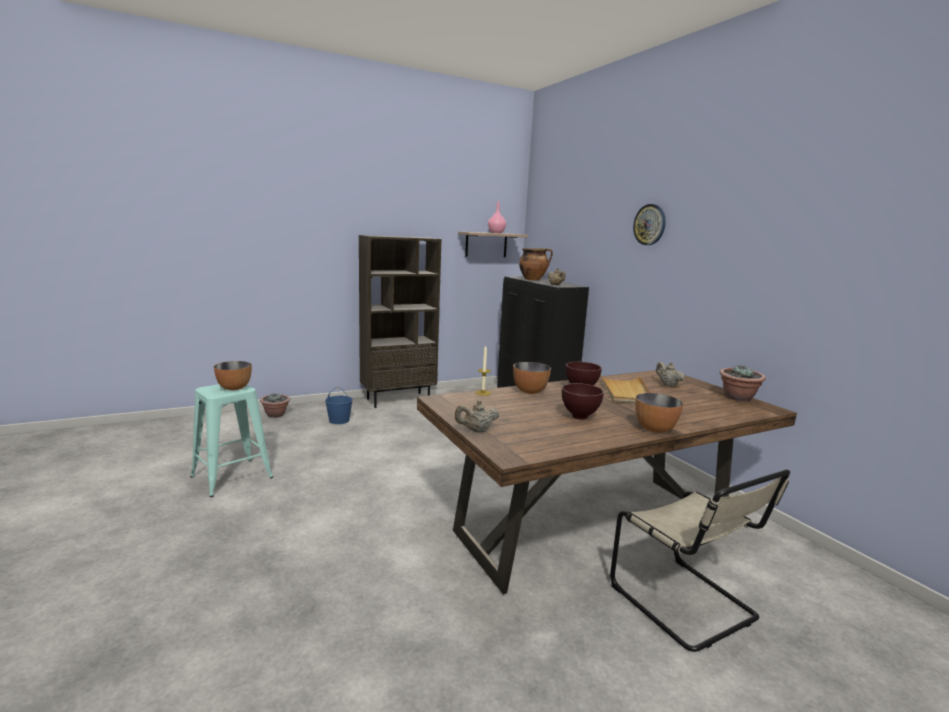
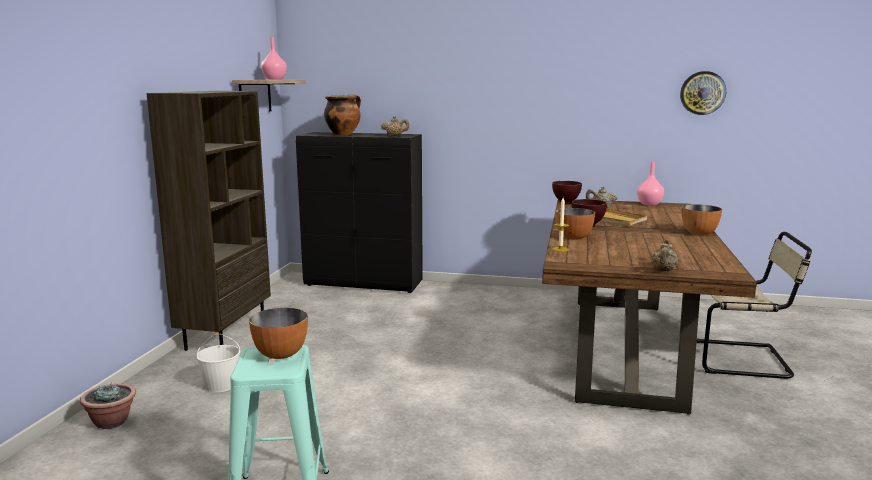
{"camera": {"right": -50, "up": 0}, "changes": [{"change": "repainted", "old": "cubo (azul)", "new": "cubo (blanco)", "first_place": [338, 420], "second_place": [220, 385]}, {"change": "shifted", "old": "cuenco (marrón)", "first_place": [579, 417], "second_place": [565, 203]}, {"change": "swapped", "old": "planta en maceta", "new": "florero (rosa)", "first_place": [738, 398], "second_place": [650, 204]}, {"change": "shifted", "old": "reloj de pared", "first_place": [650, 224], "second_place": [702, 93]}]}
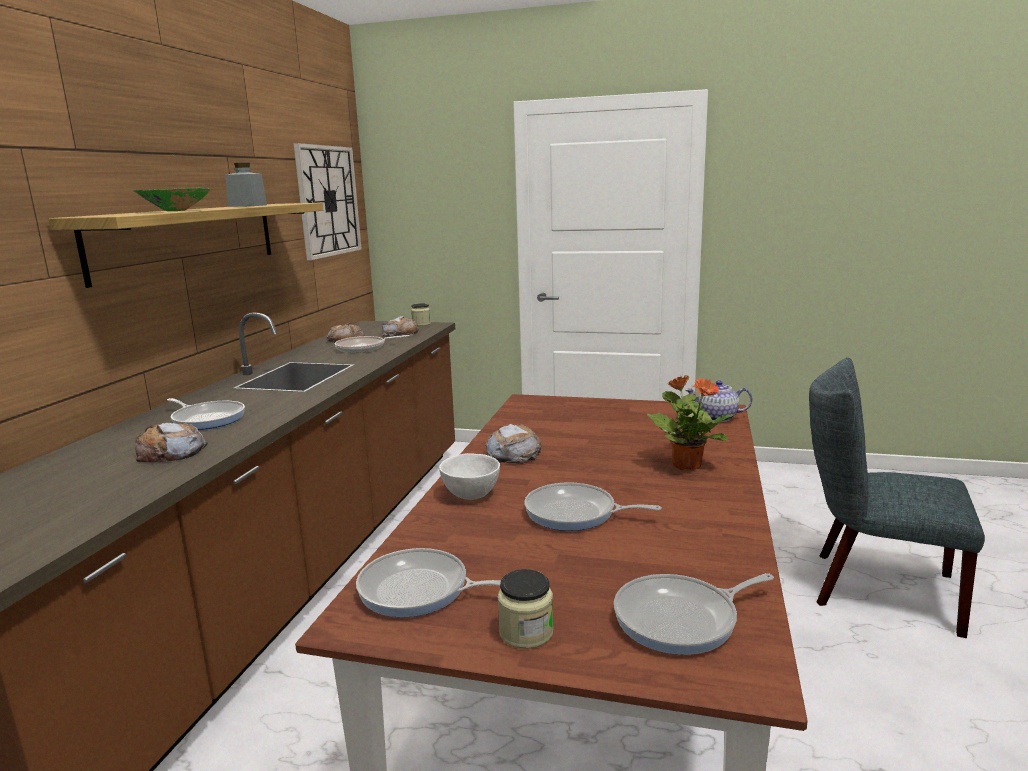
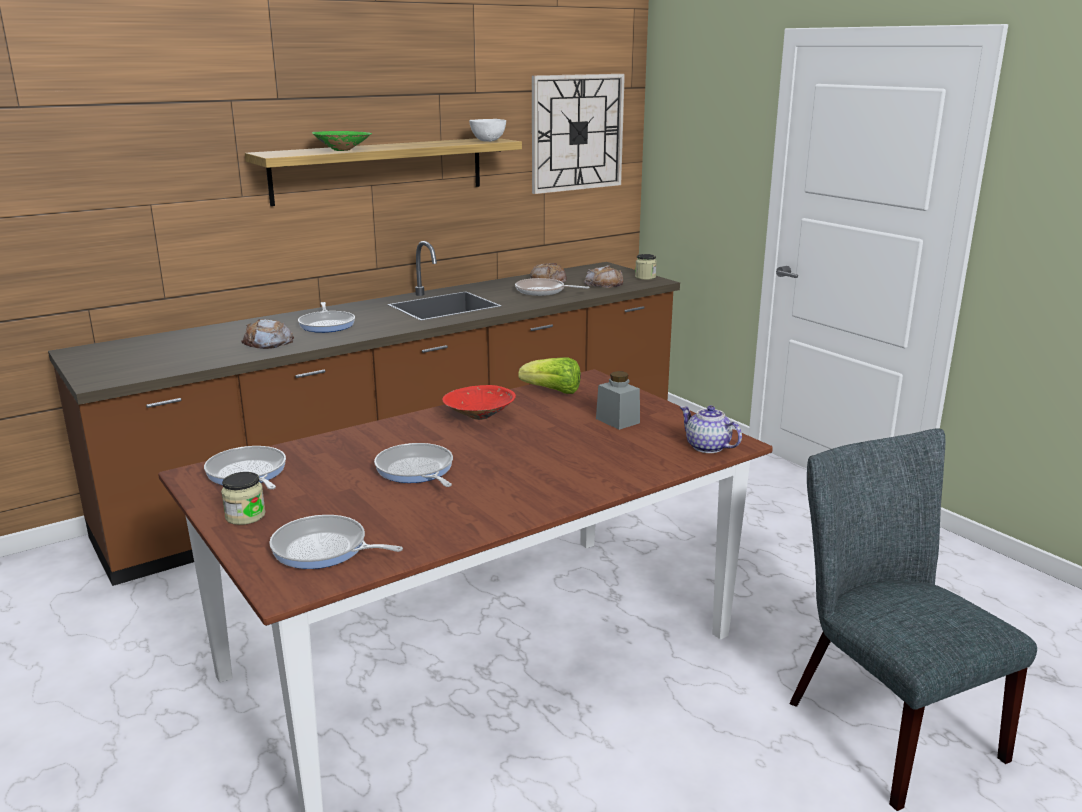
{"camera": {"right": 40, "up": 5}, "changes": [{"change": "swapped", "old": "pan", "new": "cuenco (rojo)", "first_place": [513, 453], "second_place": [478, 416]}, {"change": "shifted", "old": "cuenco (blanco)", "first_place": [470, 495], "second_place": [488, 141]}, {"change": "new", "new": "lechuga", "second_place": [553, 391]}, {"change": "shifted", "old": "tarro (gris)", "first_place": [247, 206], "second_place": [617, 421]}, {"change": "gone", "old": "planta en maceta", "first_place": [686, 465]}]}
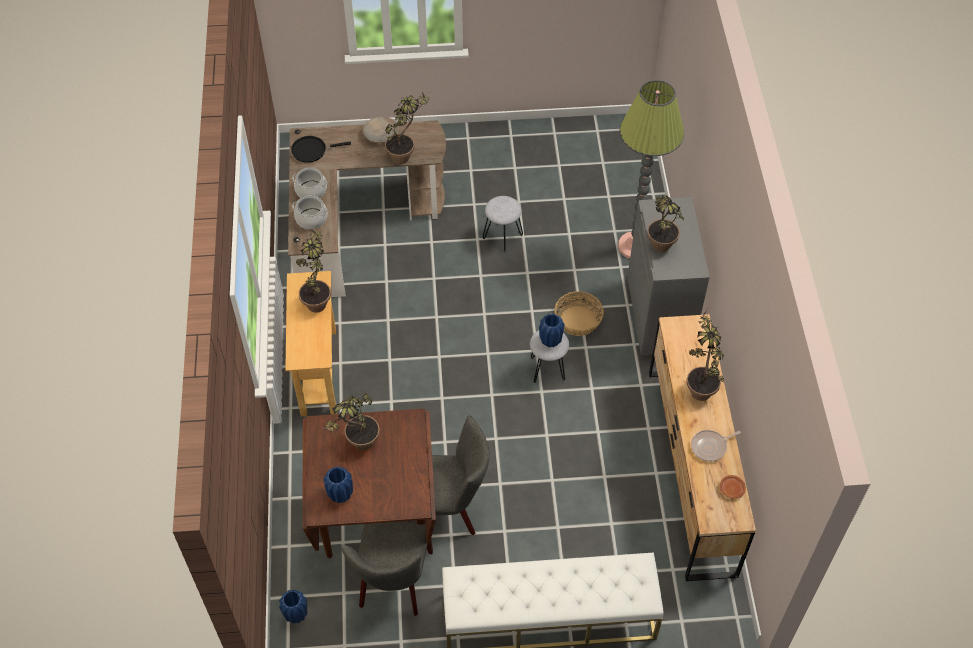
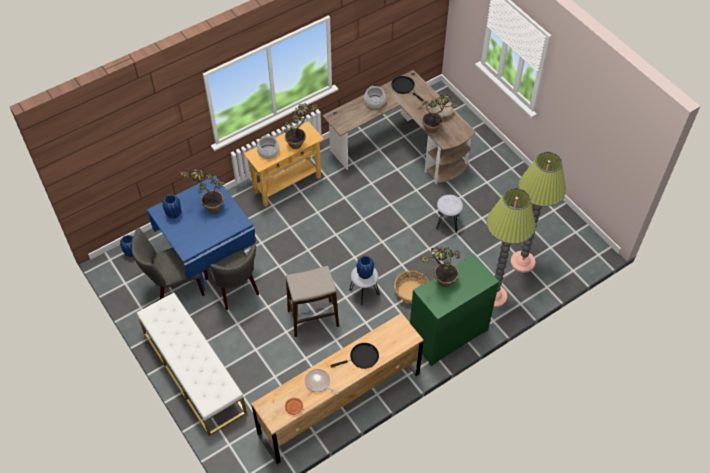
{"camera": {"right": 60, "up": 0}, "changes": [{"change": "repainted", "old": "mesa de comedor (marrón)", "new": "mesa de comedor (azul)", "first_place": [375, 518], "second_place": [209, 258]}, {"change": "shifted", "old": "olla", "first_place": [311, 218], "second_place": [268, 152]}, {"change": "new", "new": "taburete", "second_place": [313, 318]}, {"change": "swapped", "old": "planta en maceta", "new": "sartén (negro)", "first_place": [699, 386], "second_place": [362, 357]}, {"change": "repainted", "old": "armario (gris)", "new": "armario (verde)", "first_place": [660, 315], "second_place": [448, 335]}, {"change": "new", "new": "lámpara de pie", "second_place": [522, 262]}]}
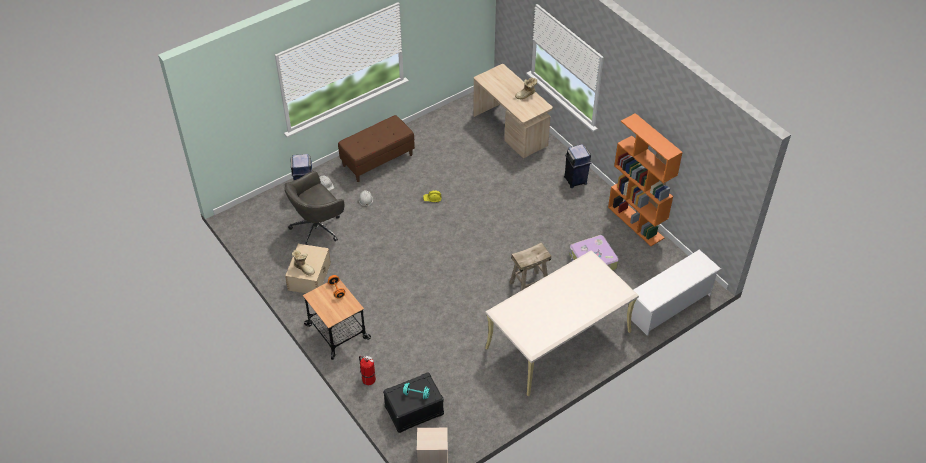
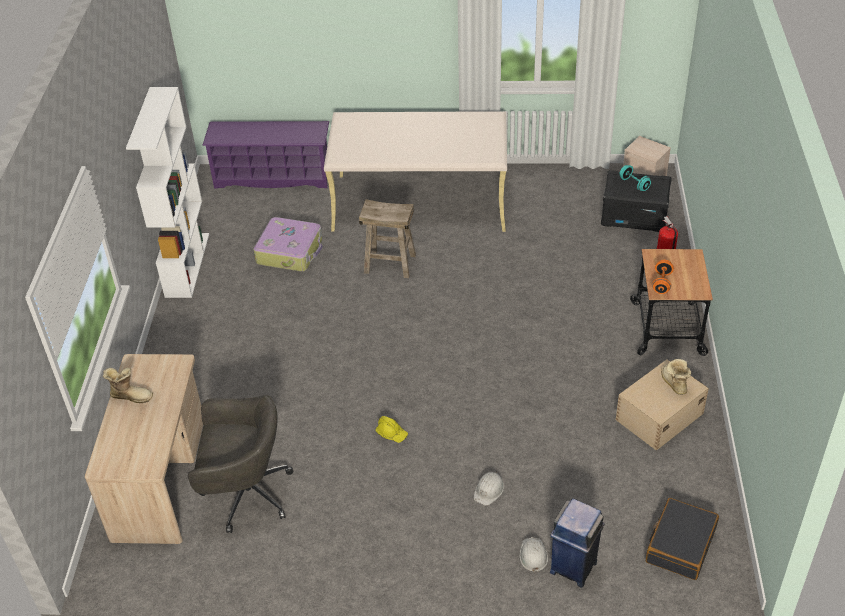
{"camera": {"right": -140, "up": -5}, "changes": [{"change": "repainted", "old": "estantería (naranja)", "new": "estantería (blanco)", "first_place": [636, 222], "second_place": [187, 264]}, {"change": "shifted", "old": "silla de oficina (gris)", "first_place": [317, 228], "second_place": [245, 494]}, {"change": "repainted", "old": "zapatero (blanco)", "new": "zapatero (morado)", "first_place": [669, 306], "second_place": [273, 177]}, {"change": "new", "new": "maleta (negro)", "second_place": [680, 545]}, {"change": "gone", "old": "banco (marrón)", "first_place": [377, 160]}, {"change": "gone", "old": "papelera (azul)", "first_place": [575, 180]}]}
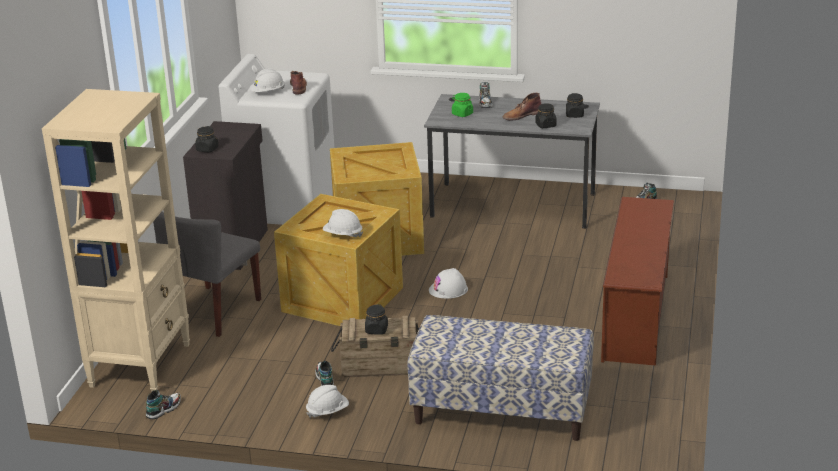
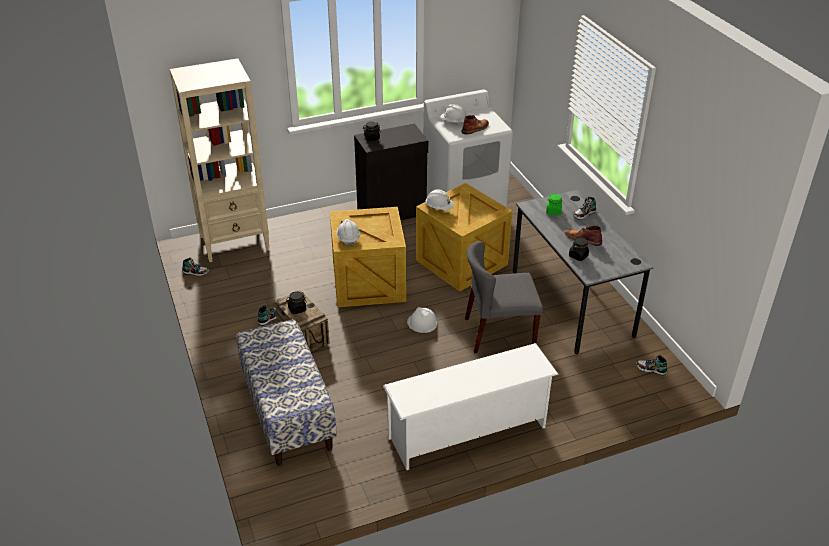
{"camera": {"right": 55, "up": 10}, "changes": [{"change": "repainted", "old": "zapatero (marrón)", "new": "zapatero (blanco)", "first_place": [637, 317], "second_place": [468, 433]}, {"change": "shifted", "old": "casco (blanco)", "first_place": [327, 411], "second_place": [439, 208]}, {"change": "shifted", "old": "silla (gris)", "first_place": [213, 311], "second_place": [499, 333]}, {"change": "gone", "old": "tarro (negro)", "first_place": [574, 115]}]}
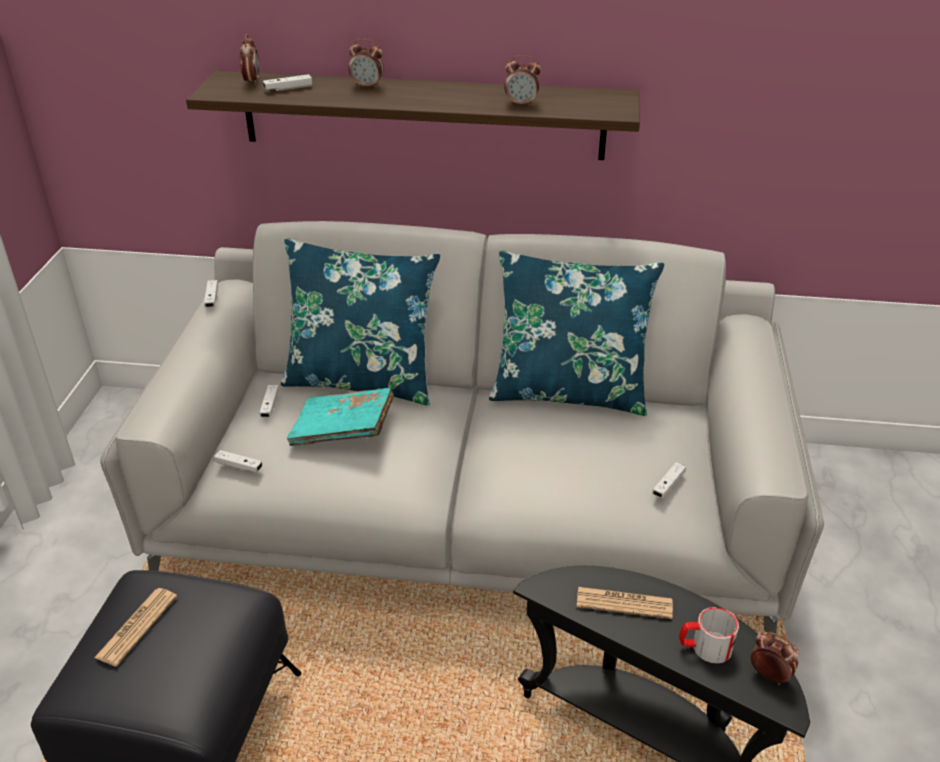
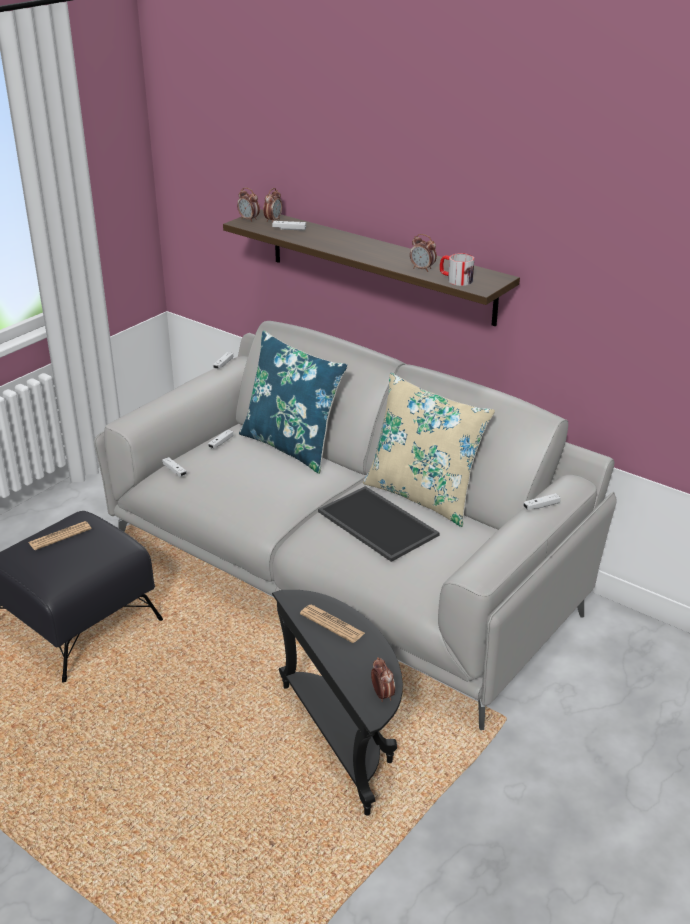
{"camera": {"right": 30, "up": -5}, "changes": [{"change": "shifted", "old": "despertador", "first_place": [367, 86], "second_place": [249, 219]}, {"change": "new", "new": "bandeja", "second_place": [379, 523]}, {"change": "repainted", "old": "cojín (azul)", "new": "cojín (beis)", "first_place": [569, 391], "second_place": [423, 495]}, {"change": "shifted", "old": "taza grande", "first_place": [704, 647], "second_place": [455, 280]}, {"change": "shifted", "old": "mando de consola (blanco)", "first_place": [668, 485], "second_place": [541, 506]}, {"change": "gone", "old": "libro (turquesa)", "first_place": [343, 430]}]}
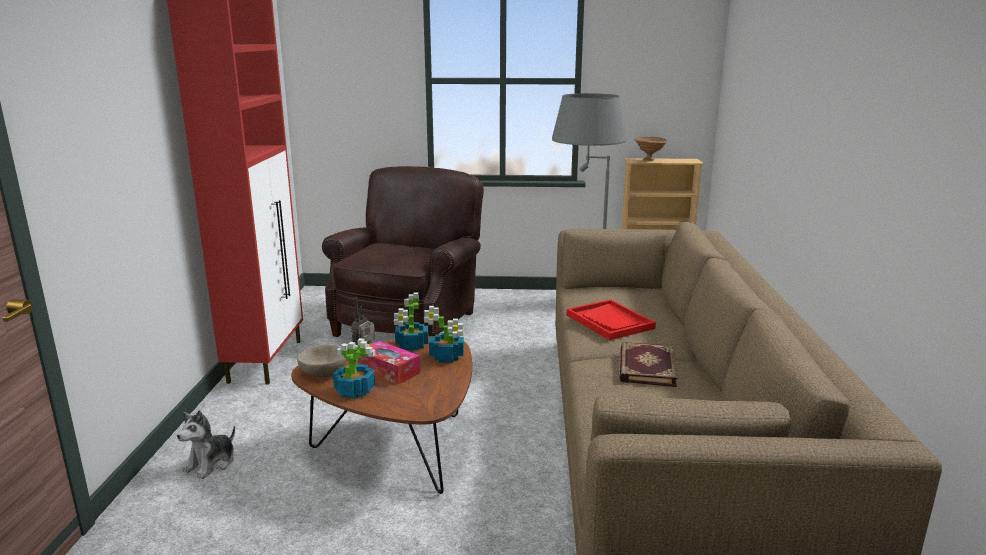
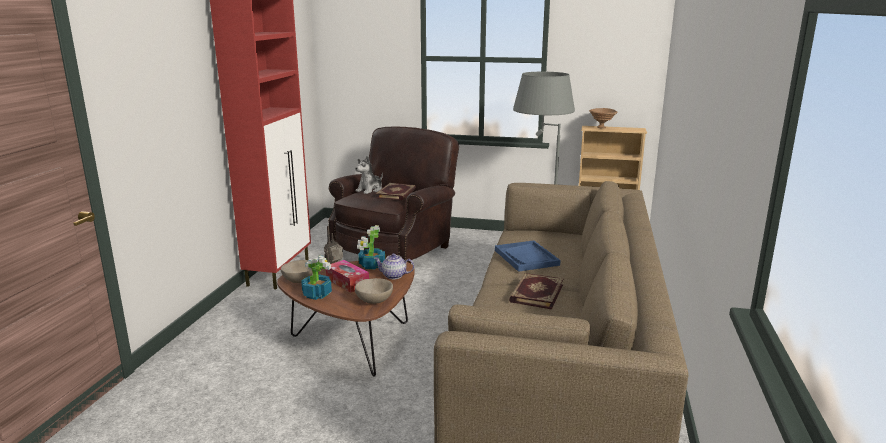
{"camera": {"right": 10, "up": 0}, "changes": [{"change": "shifted", "old": "peluche", "first_place": [211, 463], "second_place": [370, 190]}, {"change": "new", "new": "cuenco (beis)", "second_place": [374, 301]}, {"change": "swapped", "old": "planta en maceta", "new": "tetera", "first_place": [447, 357], "second_place": [394, 276]}, {"change": "new", "new": "libro", "second_place": [396, 193]}, {"change": "repainted", "old": "bandeja (rojo)", "new": "bandeja (azul)", "first_place": [610, 322], "second_place": [526, 257]}]}
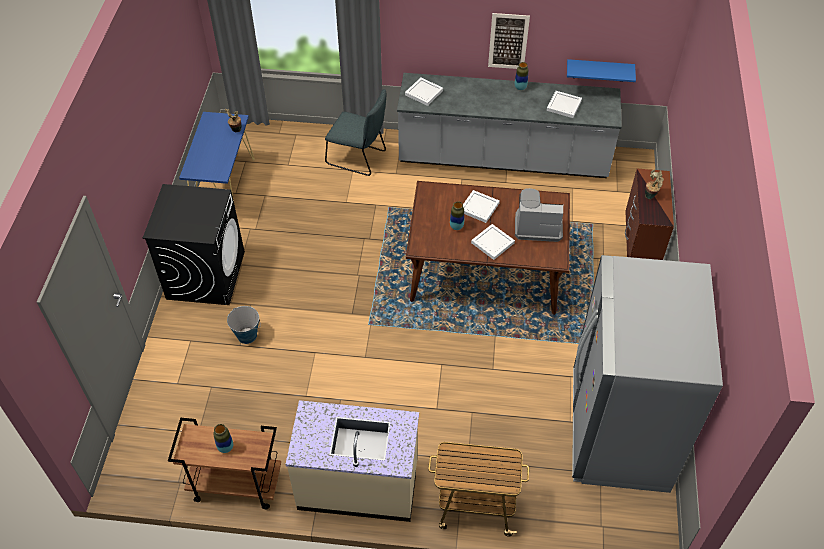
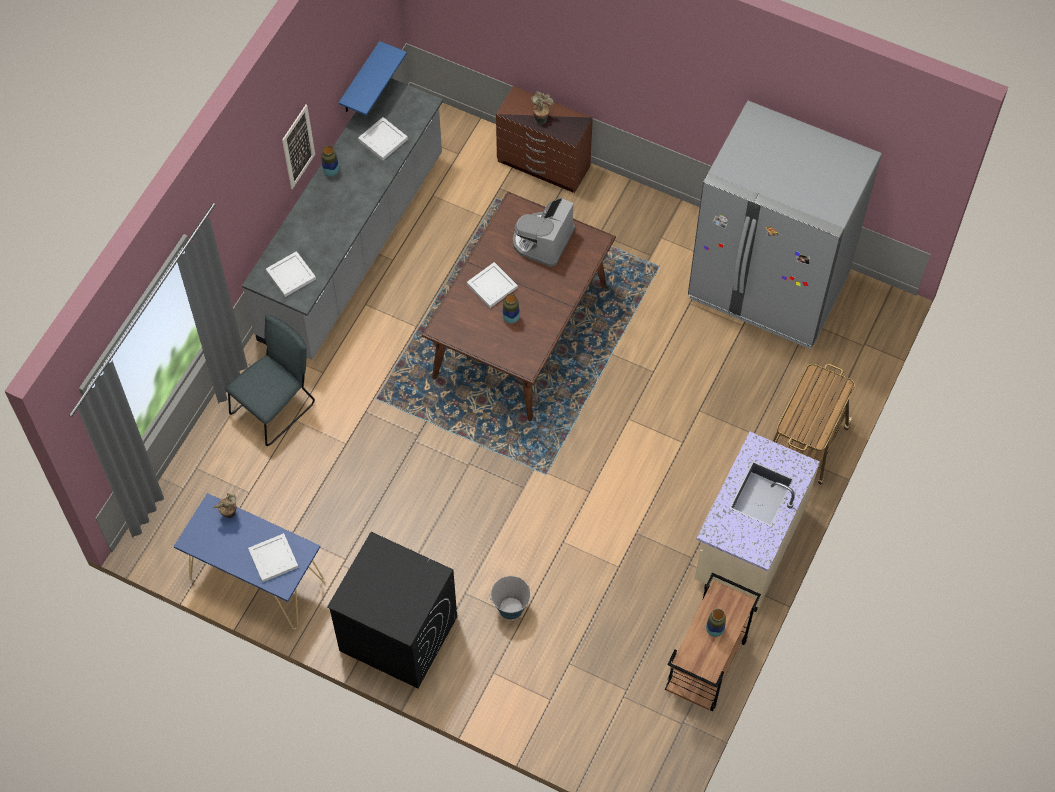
{"camera": {"right": -70, "up": 10}, "changes": [{"change": "shifted", "old": "bandeja (blanco)", "first_place": [492, 243], "second_place": [274, 559]}]}
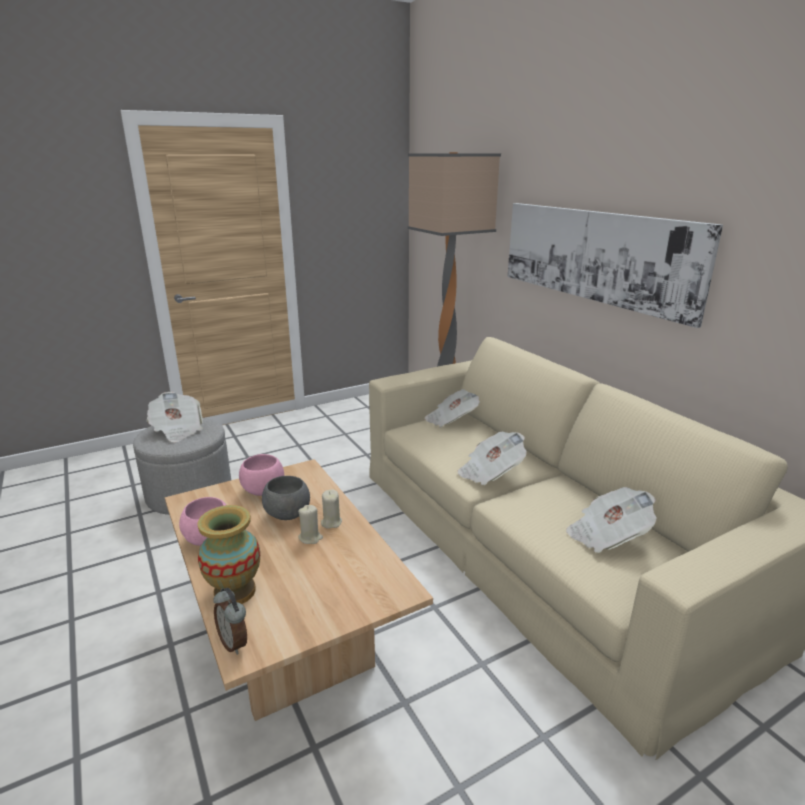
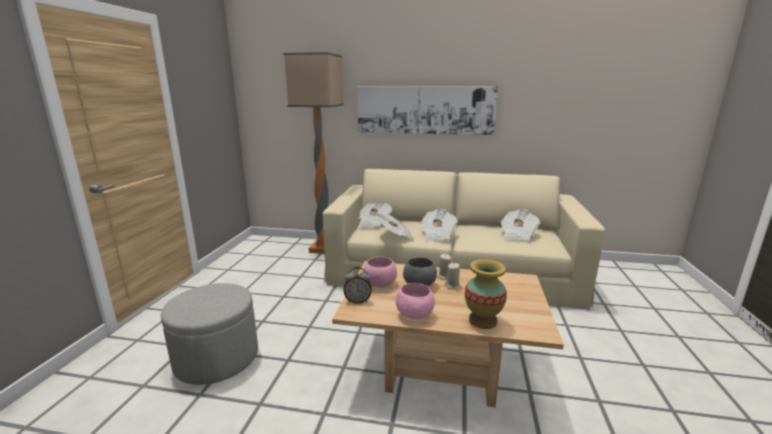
{"camera": {"right": -50, "up": -5}, "changes": [{"change": "shifted", "old": "despertador", "first_place": [234, 642], "second_place": [358, 301]}, {"change": "shifted", "old": "periódico", "first_place": [177, 430], "second_place": [395, 235]}]}
